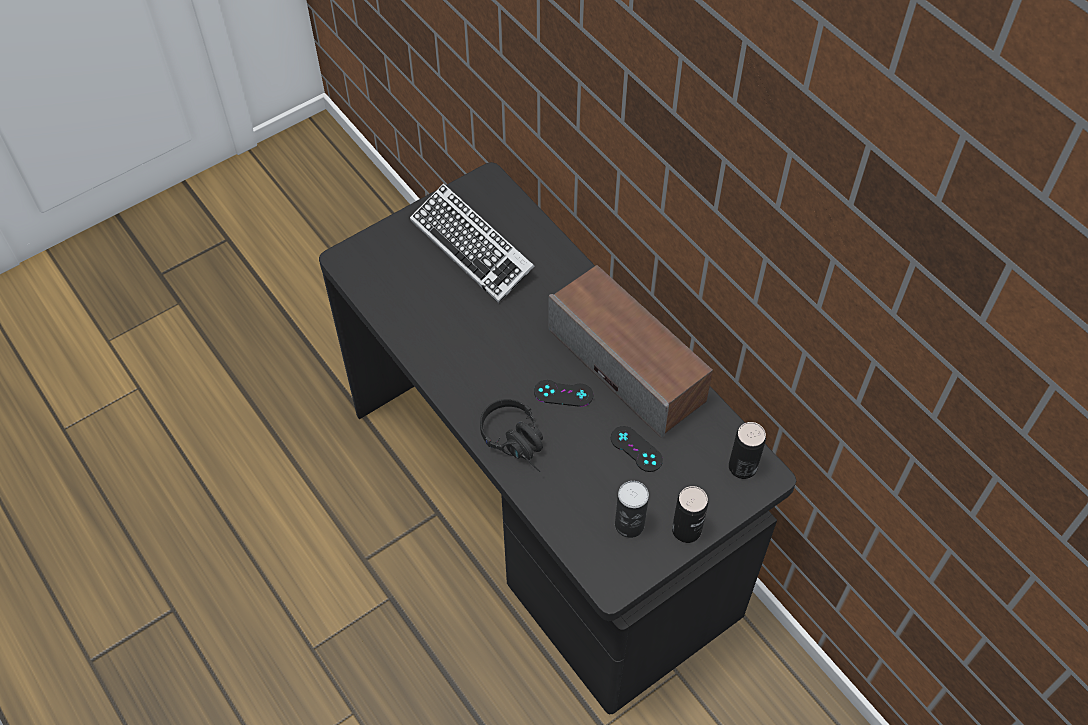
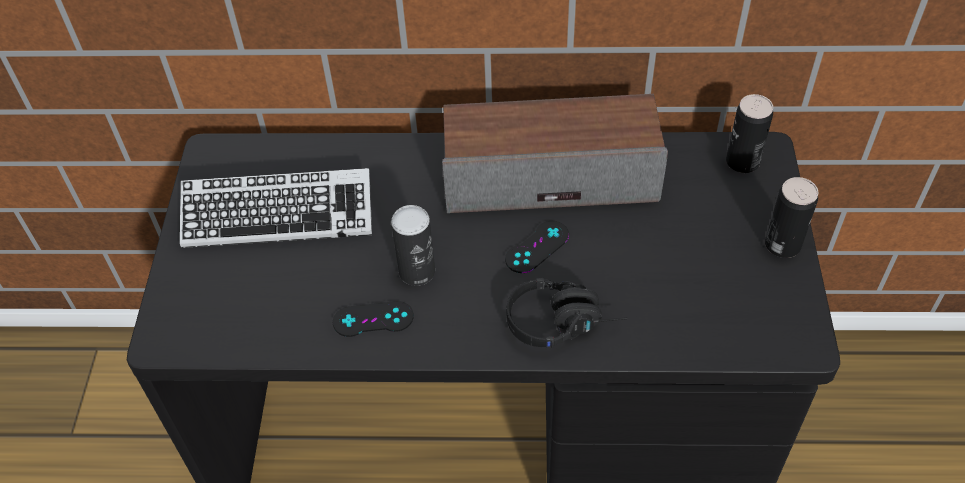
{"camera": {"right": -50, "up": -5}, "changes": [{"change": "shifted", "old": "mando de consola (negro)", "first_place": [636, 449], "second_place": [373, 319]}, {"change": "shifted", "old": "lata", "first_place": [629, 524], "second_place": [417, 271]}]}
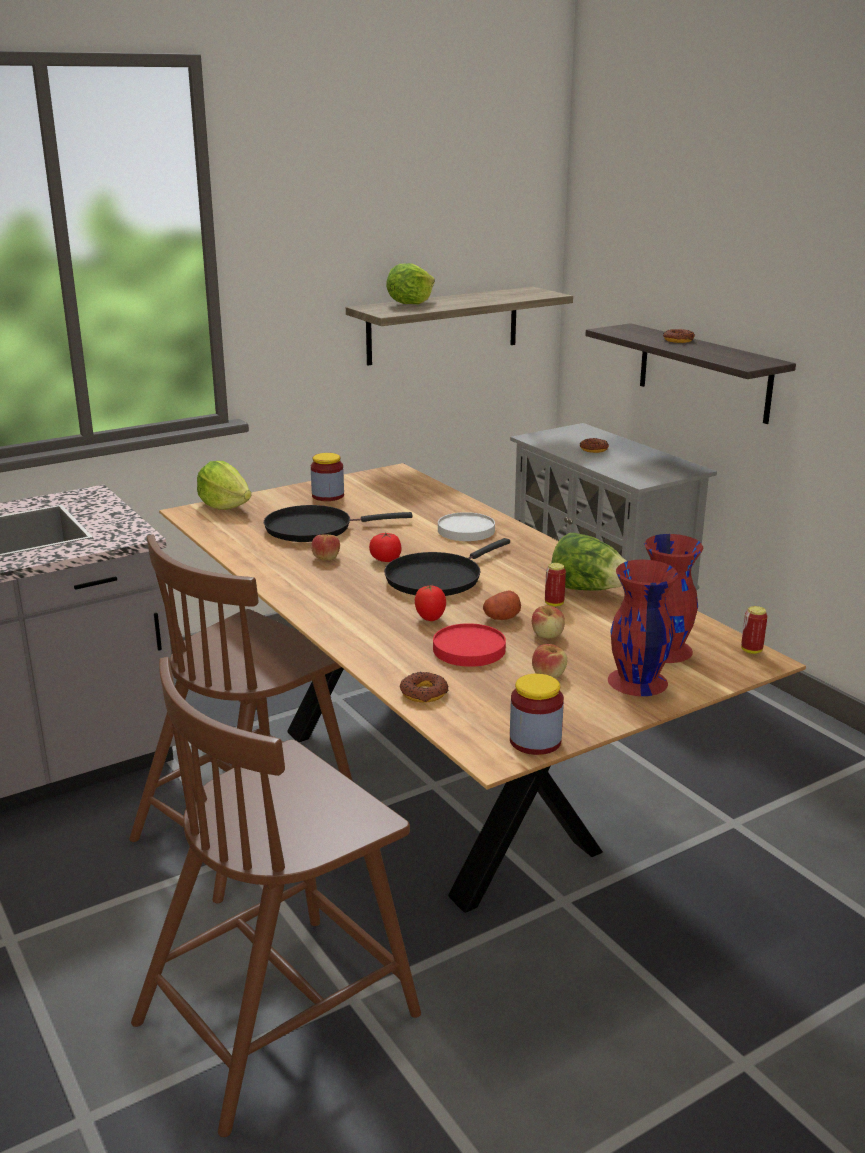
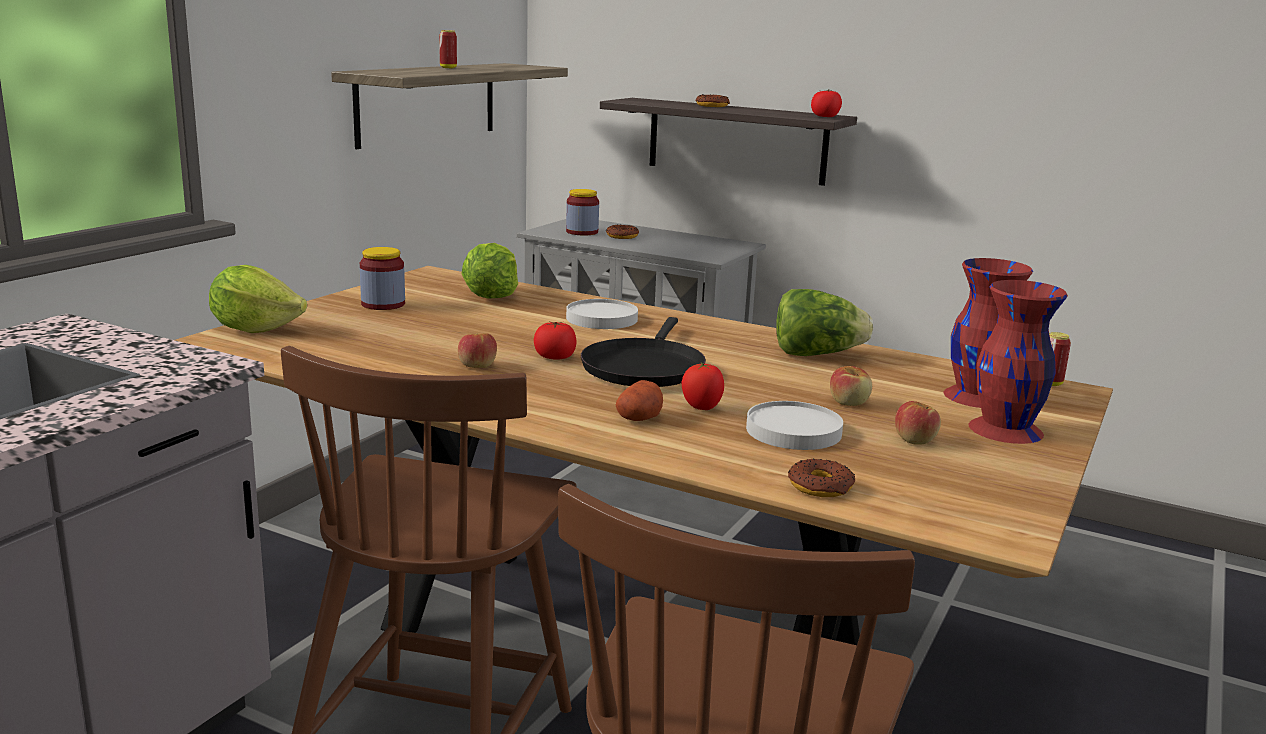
{"camera": {"right": -30, "up": -5}, "changes": [{"change": "shifted", "old": "lata", "first_place": [554, 604], "second_place": [448, 68]}, {"change": "shifted", "old": "lechuga", "first_place": [410, 303], "second_place": [491, 296]}, {"change": "shifted", "old": "tarro", "first_place": [535, 741], "second_place": [582, 232]}, {"change": "shifted", "old": "patata", "first_place": [502, 618], "second_place": [639, 418]}, {"change": "repainted", "old": "plato (rojo)", "new": "plato (blanco)", "first_place": [469, 649], "second_place": [794, 431]}, {"change": "new", "new": "tomate", "second_place": [825, 116]}, {"change": "gone", "old": "sartén (negro)", "first_place": [314, 529]}]}
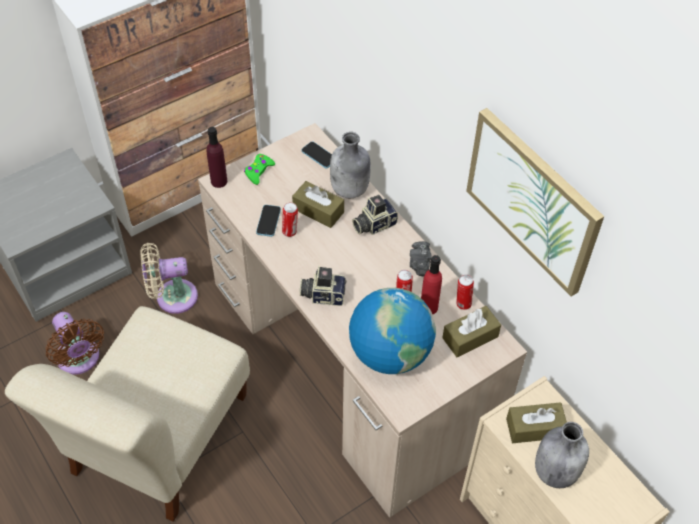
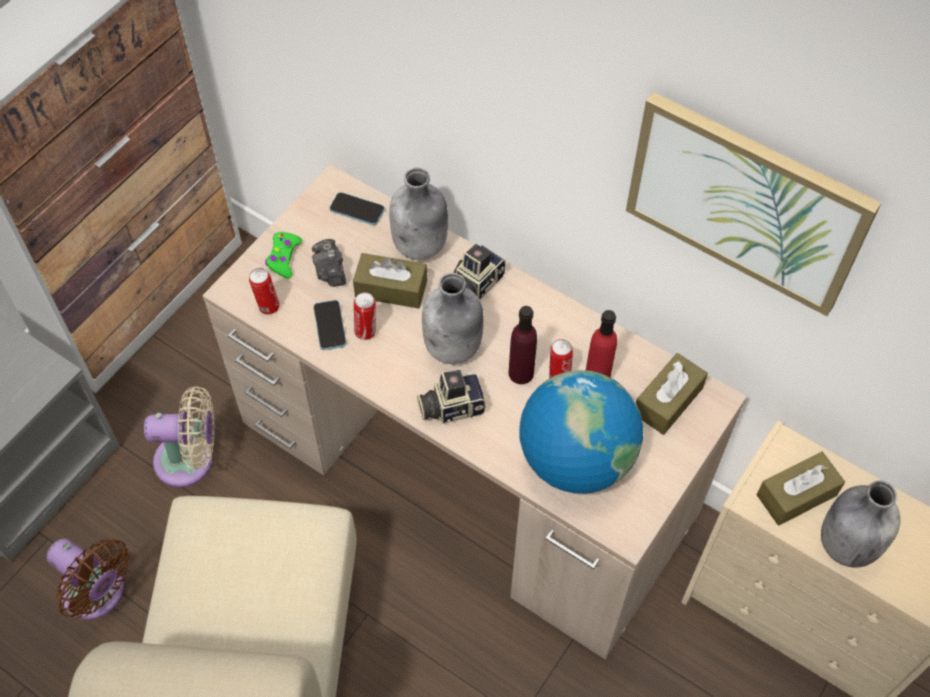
{"camera": {"right": -20, "up": 5}, "changes": [{"change": "rotated", "old": "ventilador (beis)", "first_place": [172, 297], "second_place": [190, 460], "degrees": -150}, {"change": "shifted", "old": "lata", "first_place": [462, 303], "second_place": [268, 306]}, {"change": "shifted", "old": "cámara", "first_place": [420, 265], "second_place": [330, 272]}, {"change": "new", "new": "botella (gris)", "second_place": [453, 348]}, {"change": "shifted", "old": "botella (morado)", "first_place": [219, 181], "second_place": [521, 373]}]}
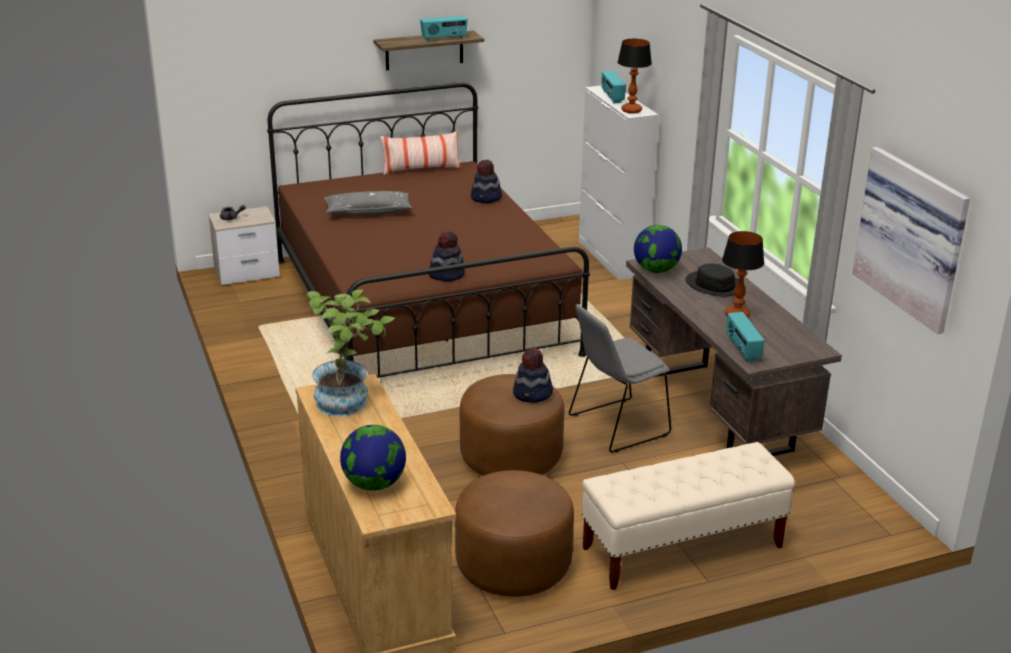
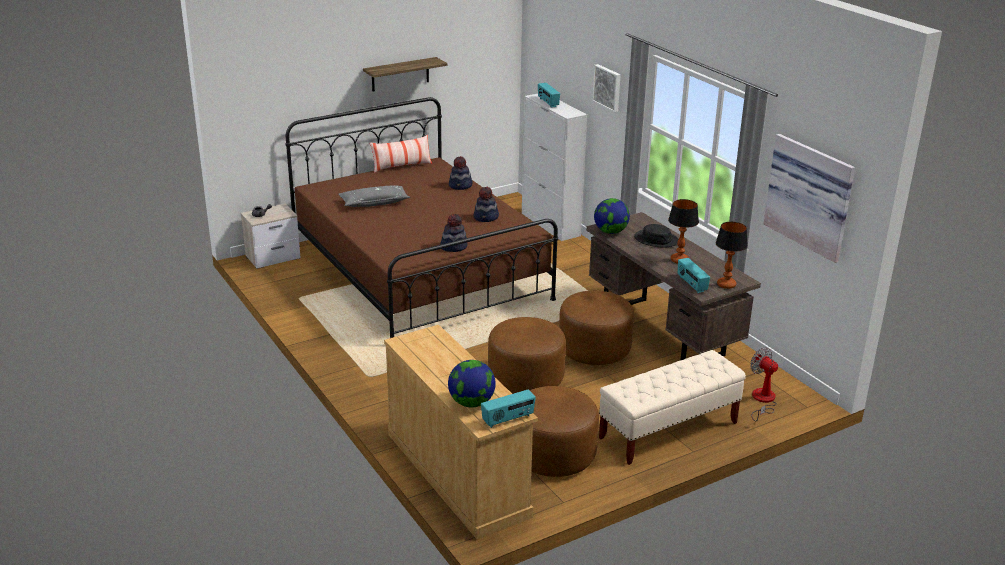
{"camera": {"right": -10, "up": 0}, "changes": [{"change": "shifted", "old": "sombrero", "first_place": [533, 394], "second_place": [486, 217]}, {"change": "shifted", "old": "radio", "first_place": [444, 39], "second_place": [508, 419]}, {"change": "swapped", "old": "silla (gris)", "new": "puf (marrón)", "first_place": [615, 426], "second_place": [594, 349]}, {"change": "new", "new": "cuadro", "second_place": [608, 87]}, {"change": "shifted", "old": "lámpara de mesa", "first_place": [631, 110], "second_place": [726, 284]}, {"change": "new", "new": "ventilador", "second_place": [762, 401]}, {"change": "gone", "old": "planta en maceta", "first_place": [349, 401]}]}
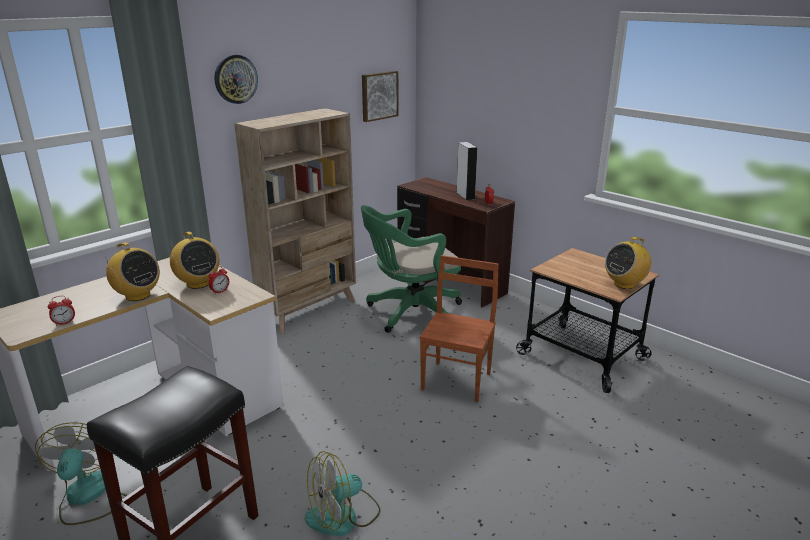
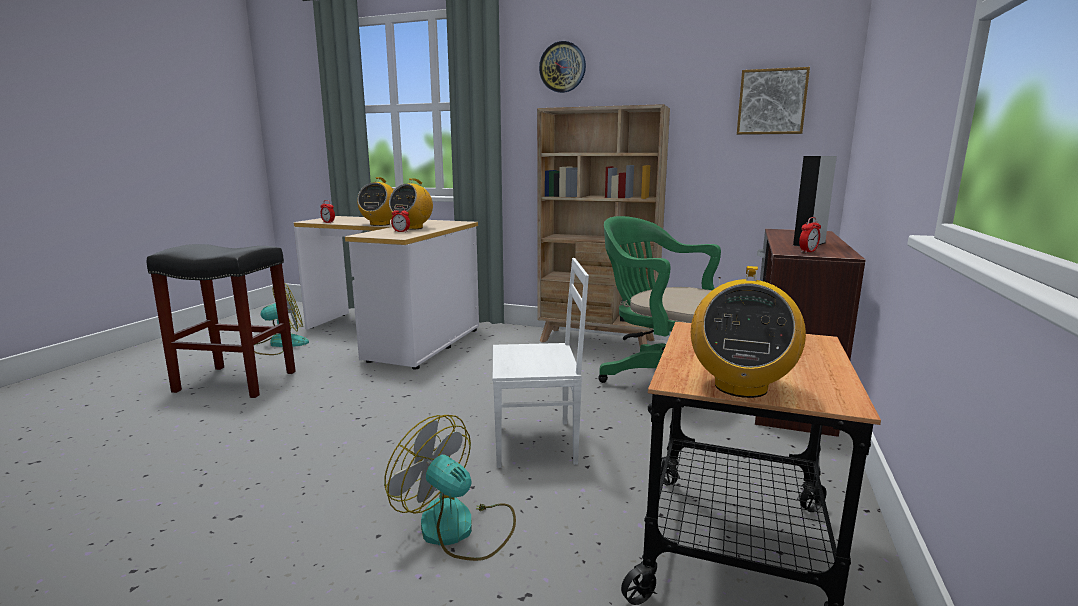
{"camera": {"right": 65, "up": -10}, "changes": [{"change": "shifted", "old": "ventilador", "first_place": [343, 516], "second_place": [458, 529]}, {"change": "repainted", "old": "silla (marrón)", "new": "silla (blanco)", "first_place": [457, 381], "second_place": [536, 444]}, {"change": "rotated", "old": "radio", "first_place": [624, 284], "second_place": [740, 386], "degrees": -105}]}
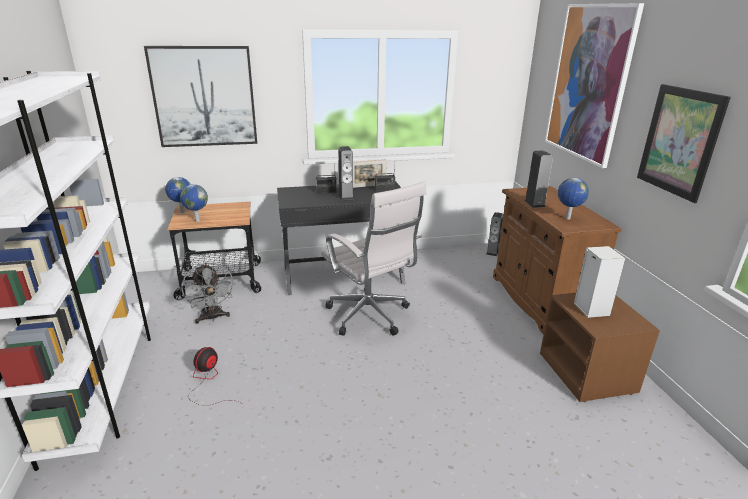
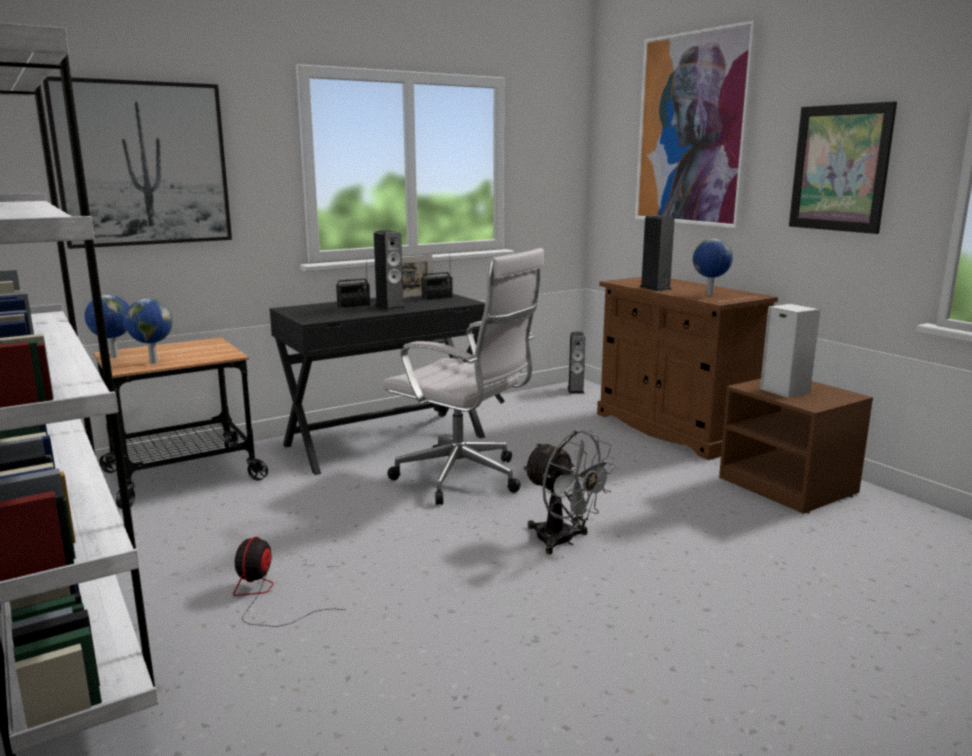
{"camera": {"right": -20, "up": -10}, "changes": [{"change": "shifted", "old": "ventilador (gris)", "first_place": [212, 318], "second_place": [563, 541]}]}
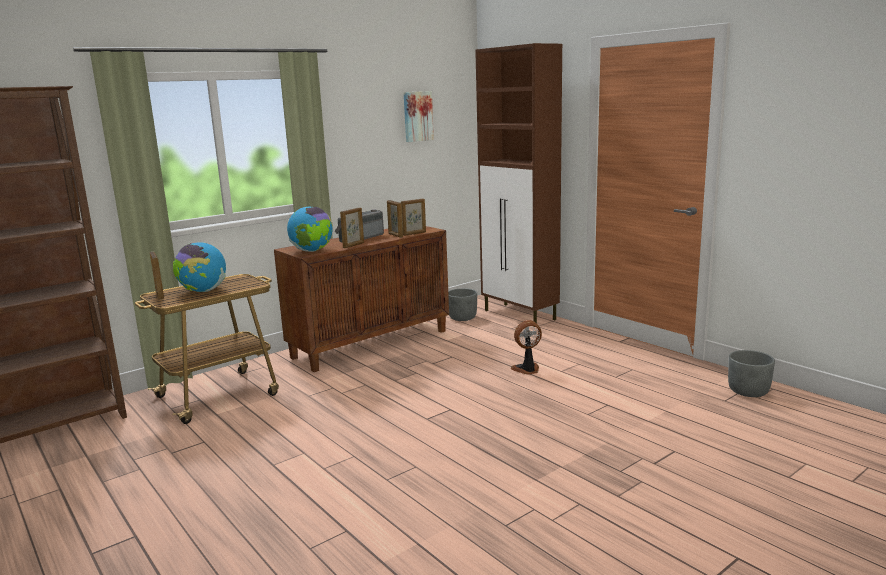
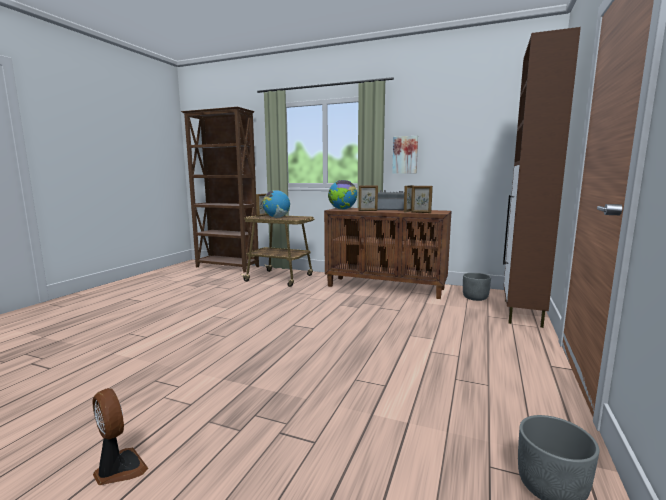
{"camera": {"right": 60, "up": -5}, "changes": [{"change": "shifted", "old": "ventilador", "first_place": [527, 370], "second_place": [118, 469]}, {"change": "shifted", "old": "cuadro", "first_place": [417, 116], "second_place": [405, 155]}]}
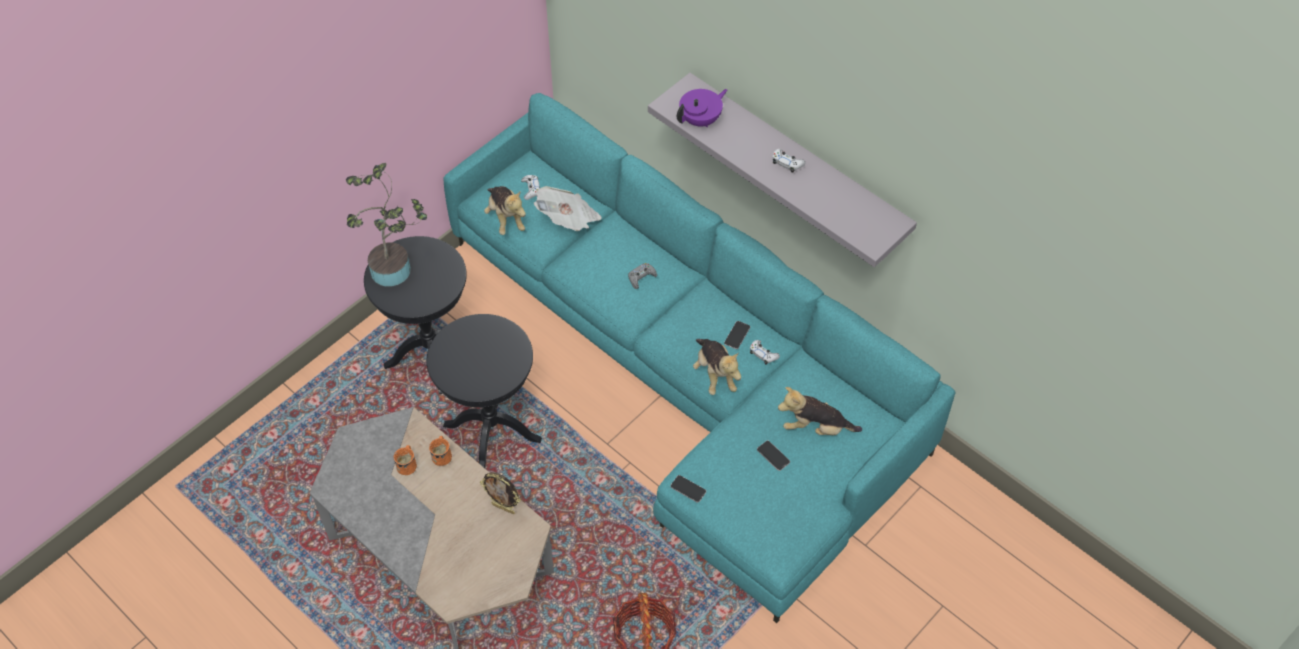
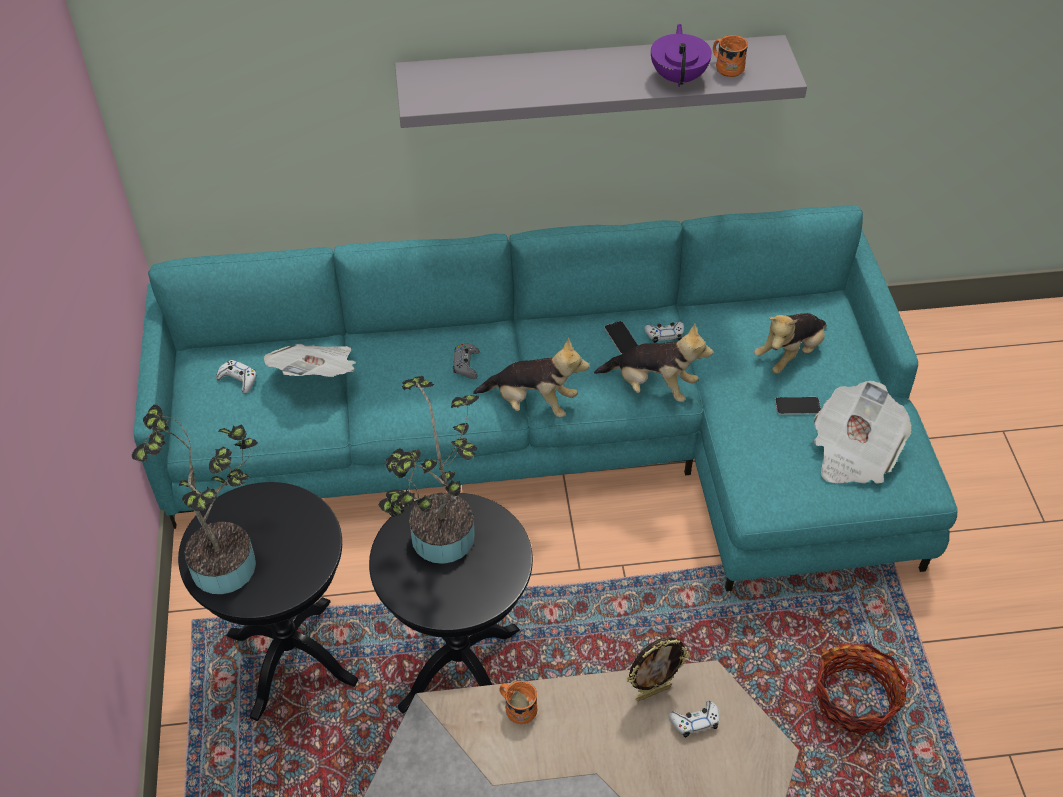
{"camera": {"right": -50, "up": -5}, "changes": [{"change": "new", "new": "planta en maceta", "second_place": [438, 542]}, {"change": "shifted", "old": "peluche", "first_place": [506, 218], "second_place": [532, 403]}, {"change": "shifted", "old": "tetera (morado)", "first_place": [701, 120], "second_place": [679, 77]}, {"change": "shifted", "old": "mando de consola (blanco)", "first_place": [787, 163], "second_place": [695, 721]}, {"change": "shifted", "old": "taza grande (naranja)", "first_place": [408, 464], "second_place": [726, 67]}, {"change": "new", "new": "periódico", "second_place": [853, 452]}, {"change": "gone", "old": "móvil", "first_place": [688, 489]}]}
